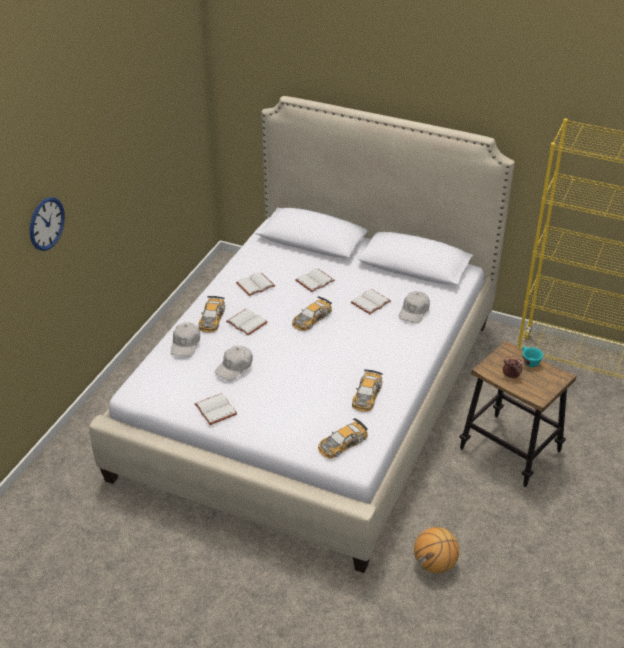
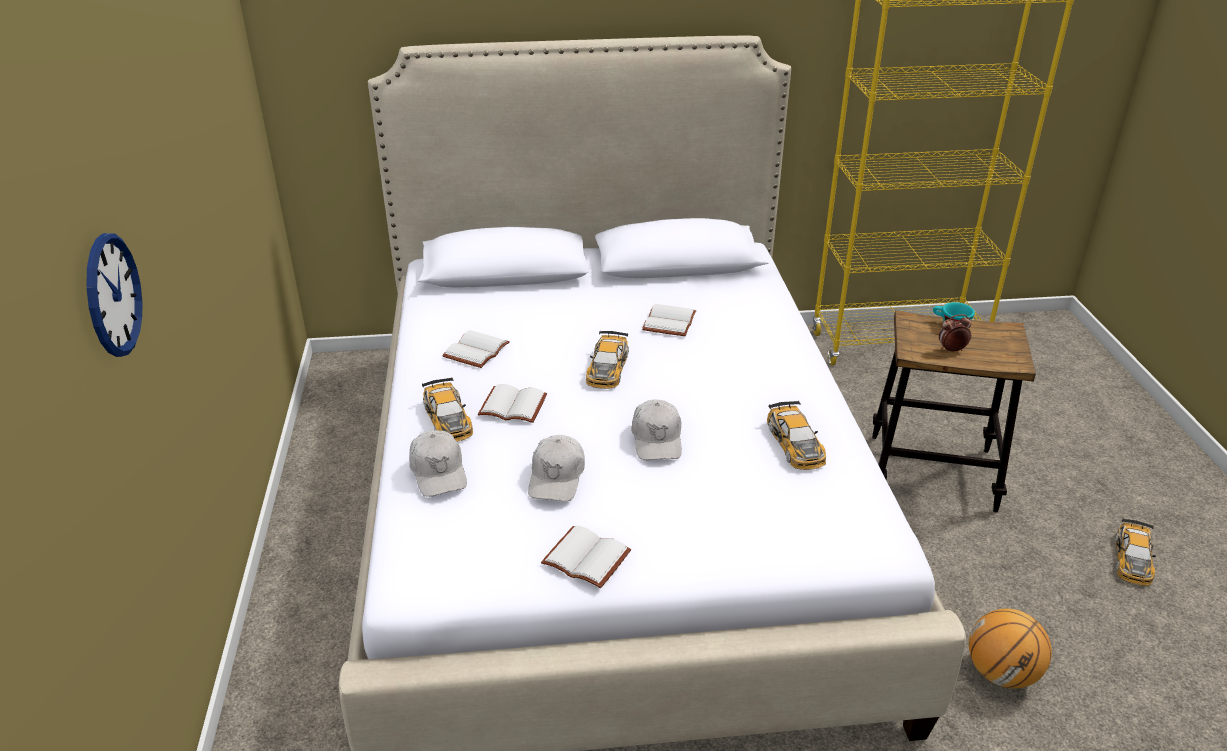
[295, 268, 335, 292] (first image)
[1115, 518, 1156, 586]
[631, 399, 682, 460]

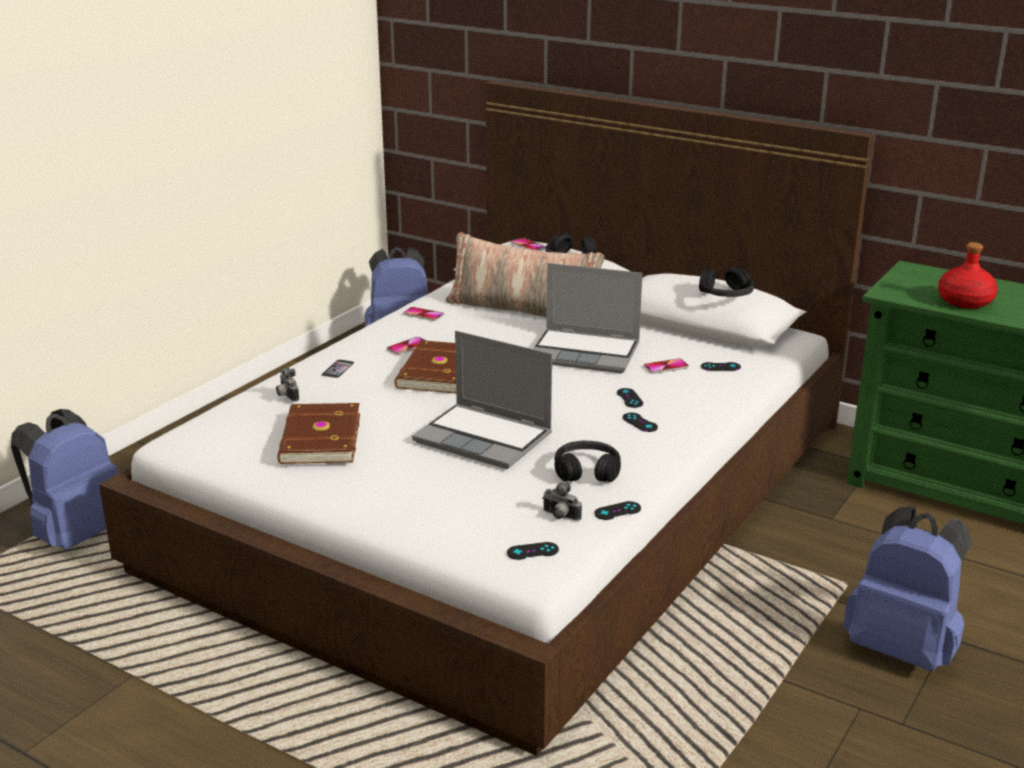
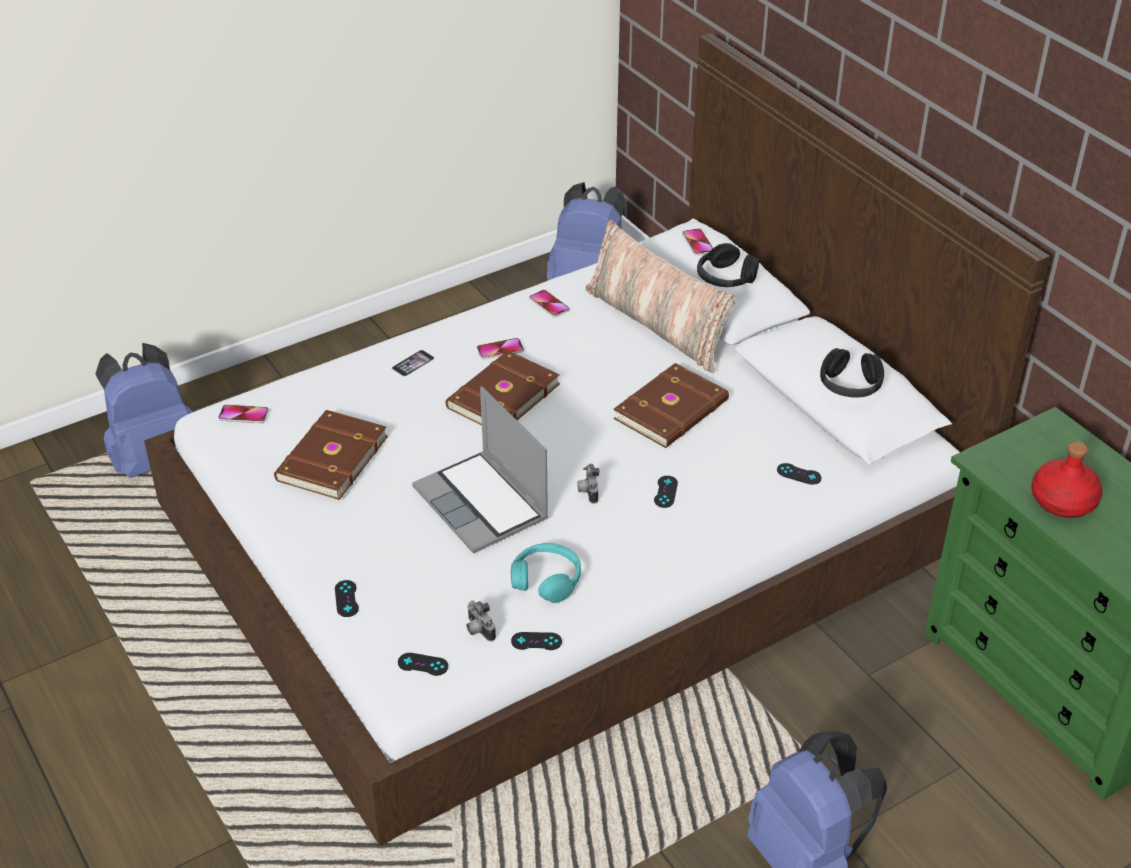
[577, 464, 600, 504]
[613, 363, 729, 448]
[511, 543, 581, 603]
[335, 580, 359, 617]
[218, 405, 269, 423]

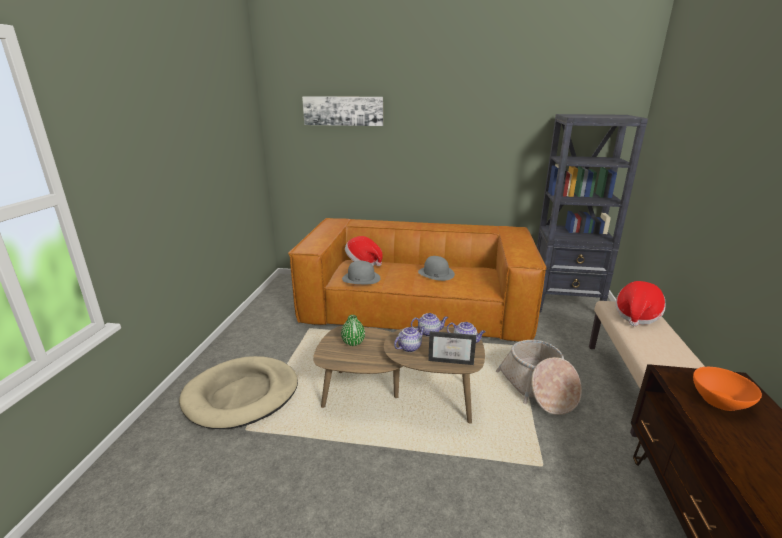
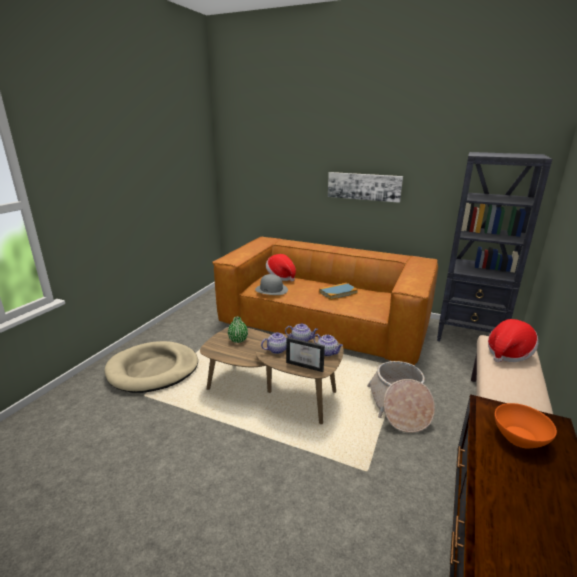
[328, 172, 403, 203]
[319, 283, 358, 300]

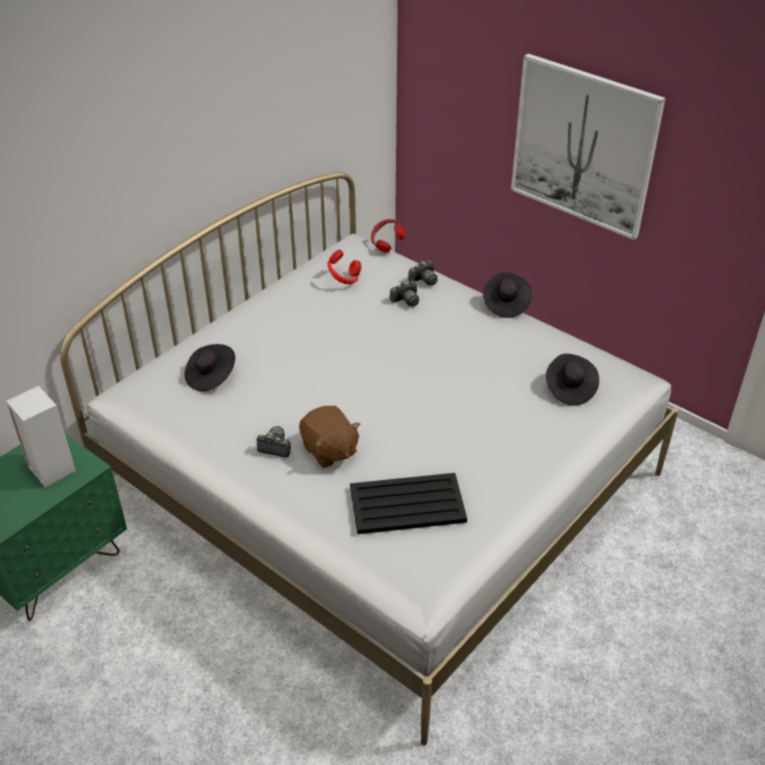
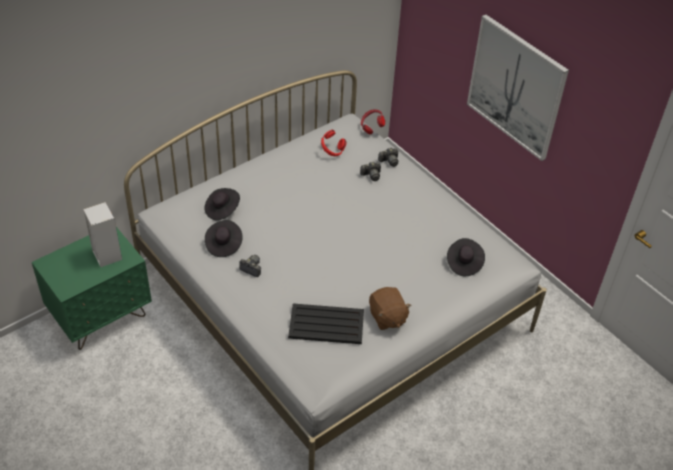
[369, 287, 412, 330]
[205, 220, 243, 257]

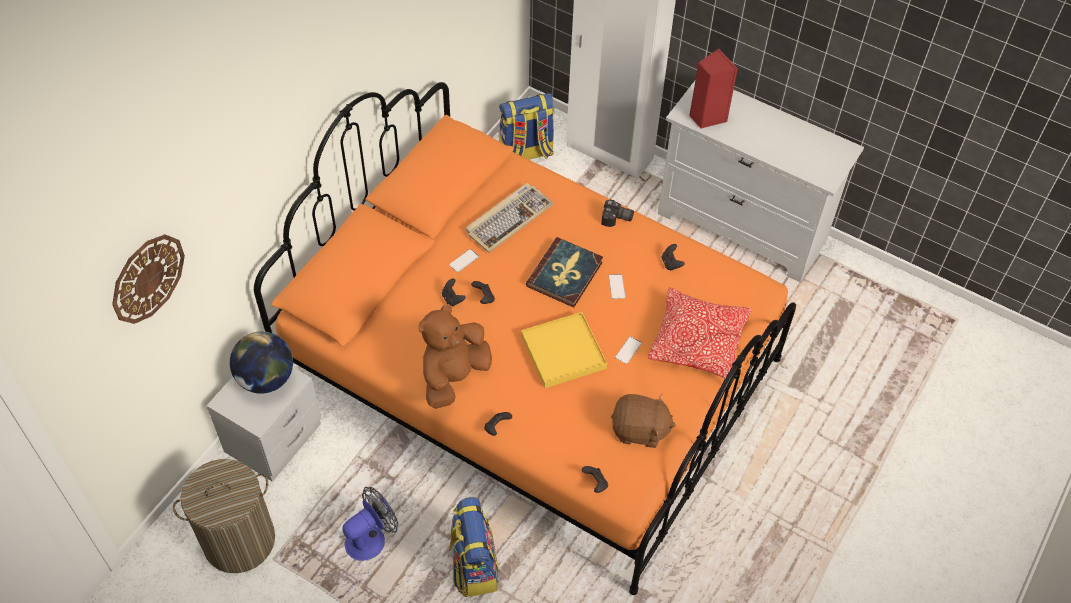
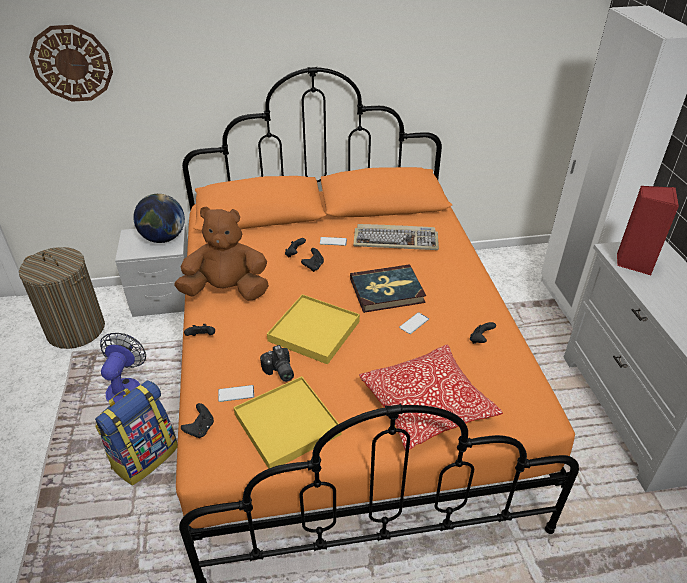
[100, 333, 146, 403]
[499, 93, 554, 160] (first image)
[260, 345, 294, 382]
[234, 376, 342, 469]
[218, 385, 254, 402]

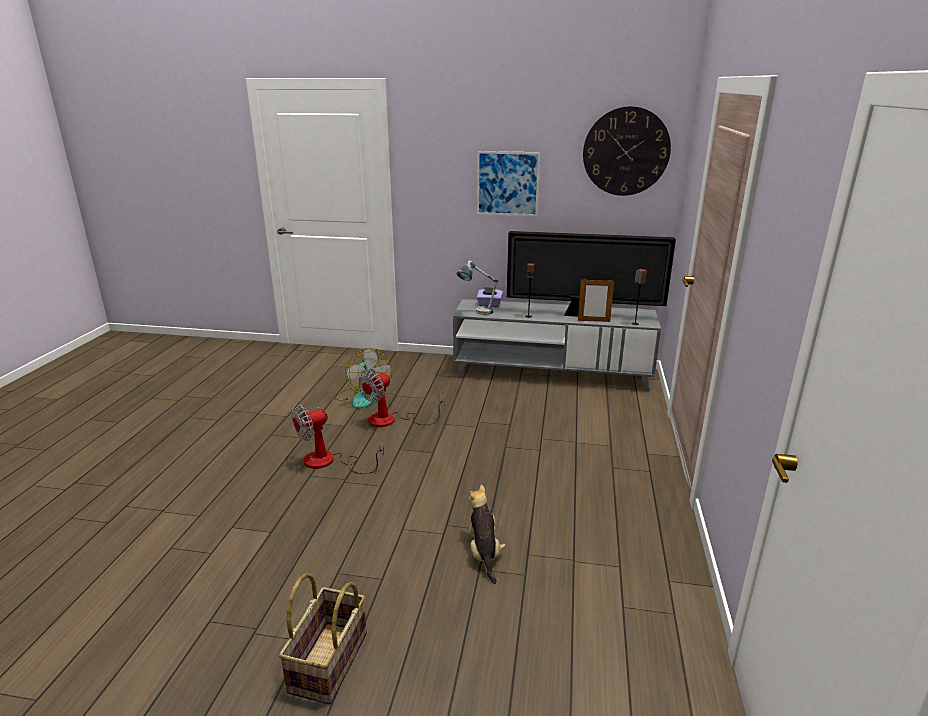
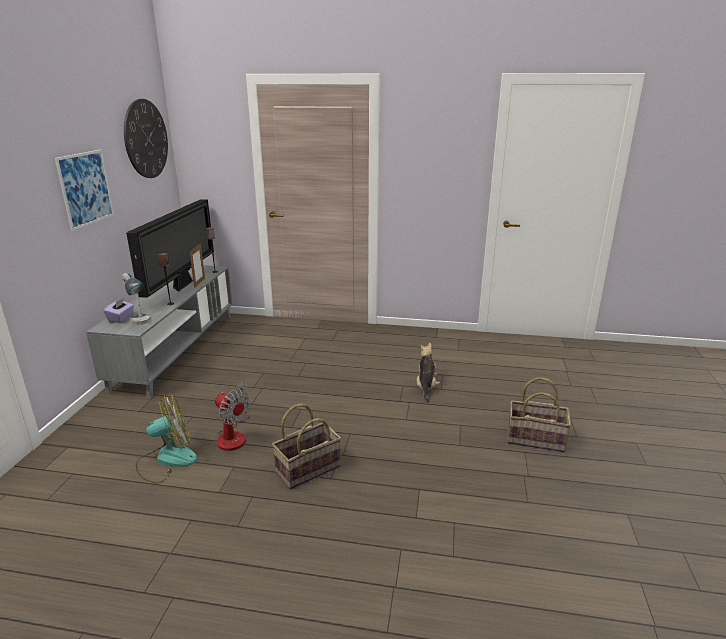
[272, 403, 341, 489]
[417, 343, 440, 402]

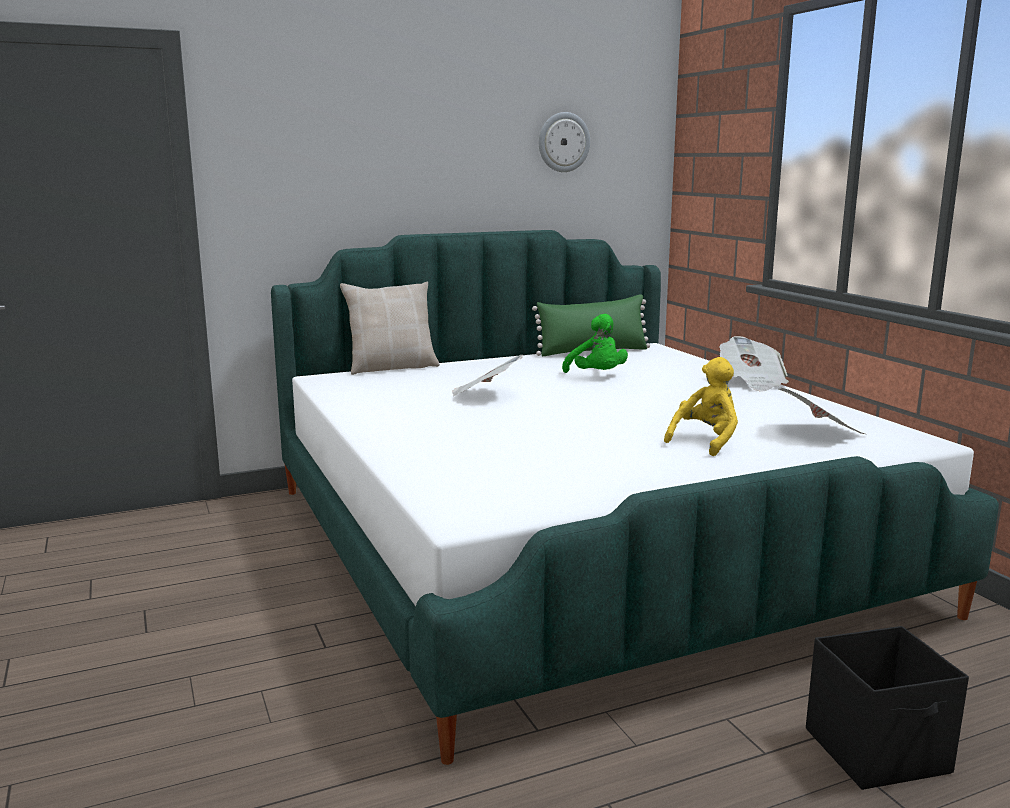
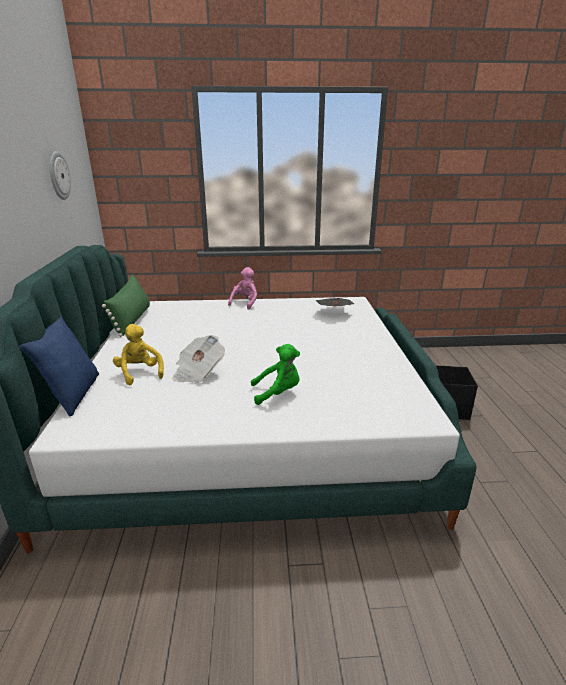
[19, 314, 99, 416]
[251, 344, 300, 405]
[113, 324, 164, 385]
[228, 267, 257, 310]

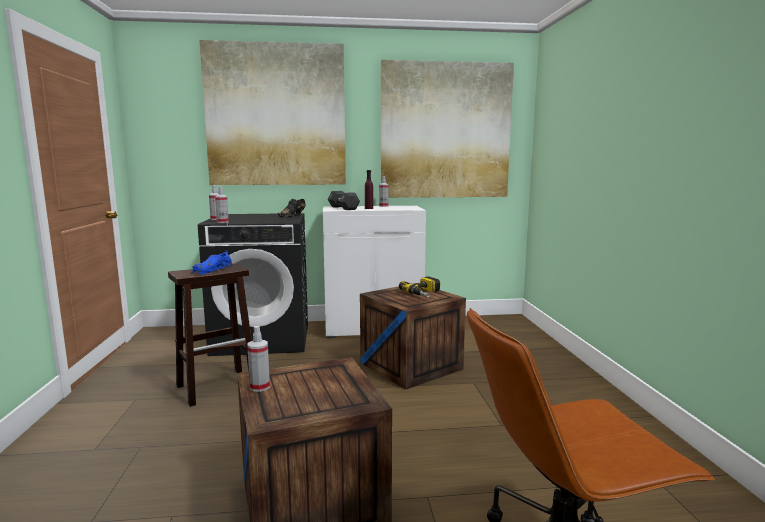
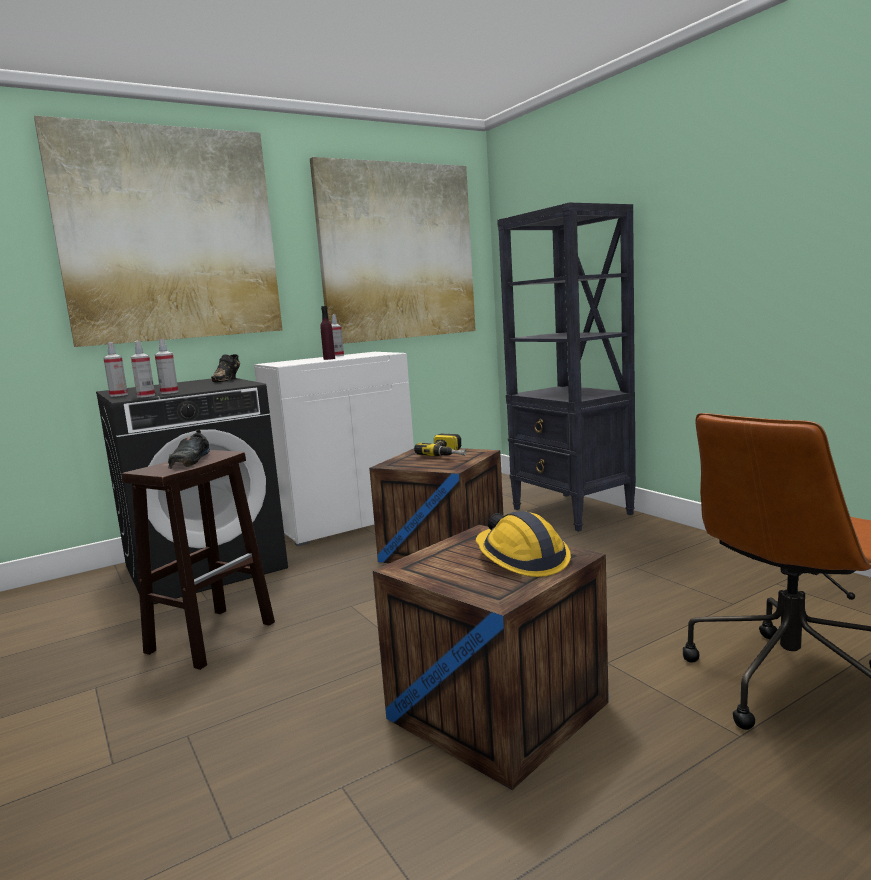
[168, 430, 210, 469]
[155, 339, 178, 394]
[328, 191, 360, 210] (first image)
[476, 511, 571, 577]
[497, 202, 636, 532]

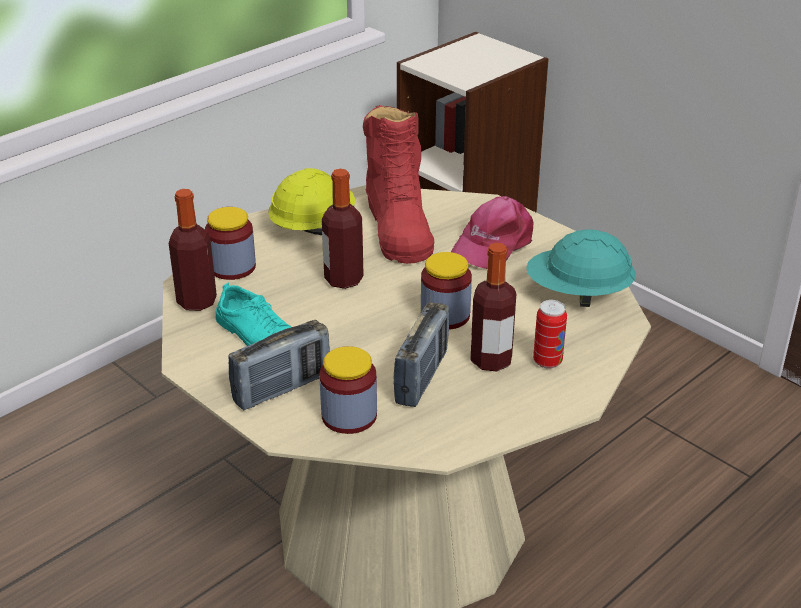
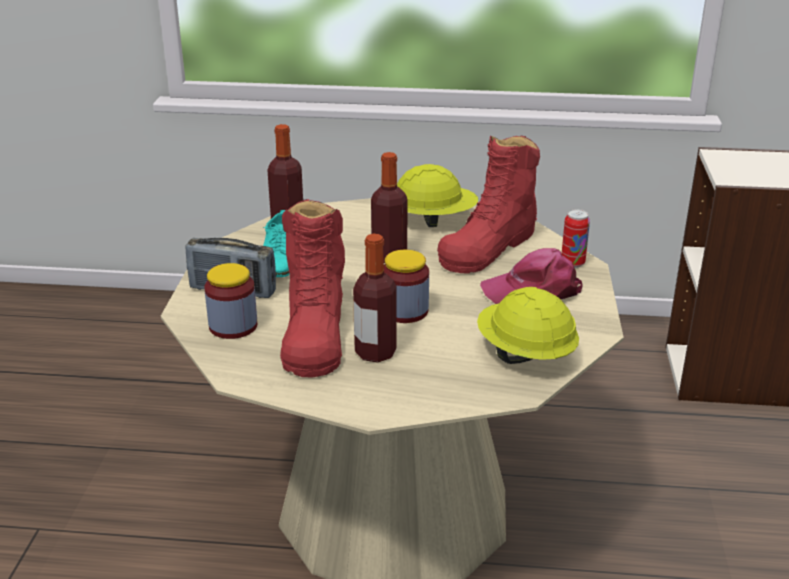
[205, 207, 256, 280] (first image)
[280, 199, 345, 378]
[477, 287, 579, 364]
[562, 209, 590, 268]

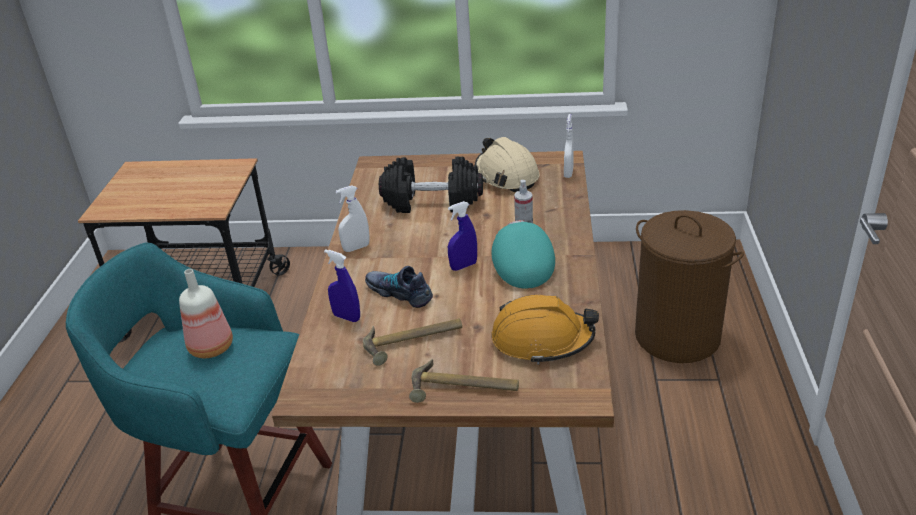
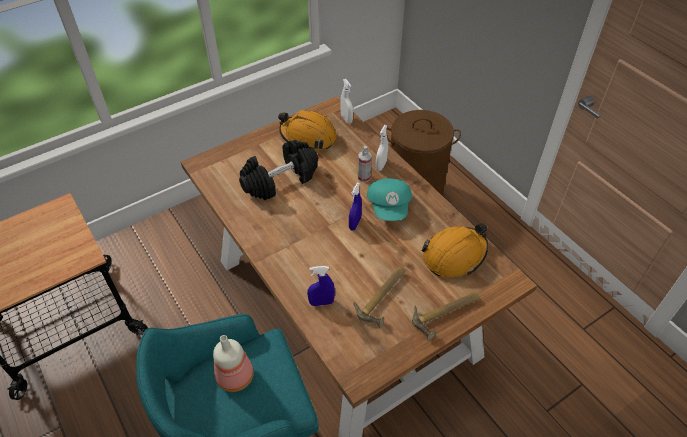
[376, 125, 388, 171]
[365, 266, 433, 308] (first image)
[278, 110, 337, 150]
[367, 178, 412, 221]

